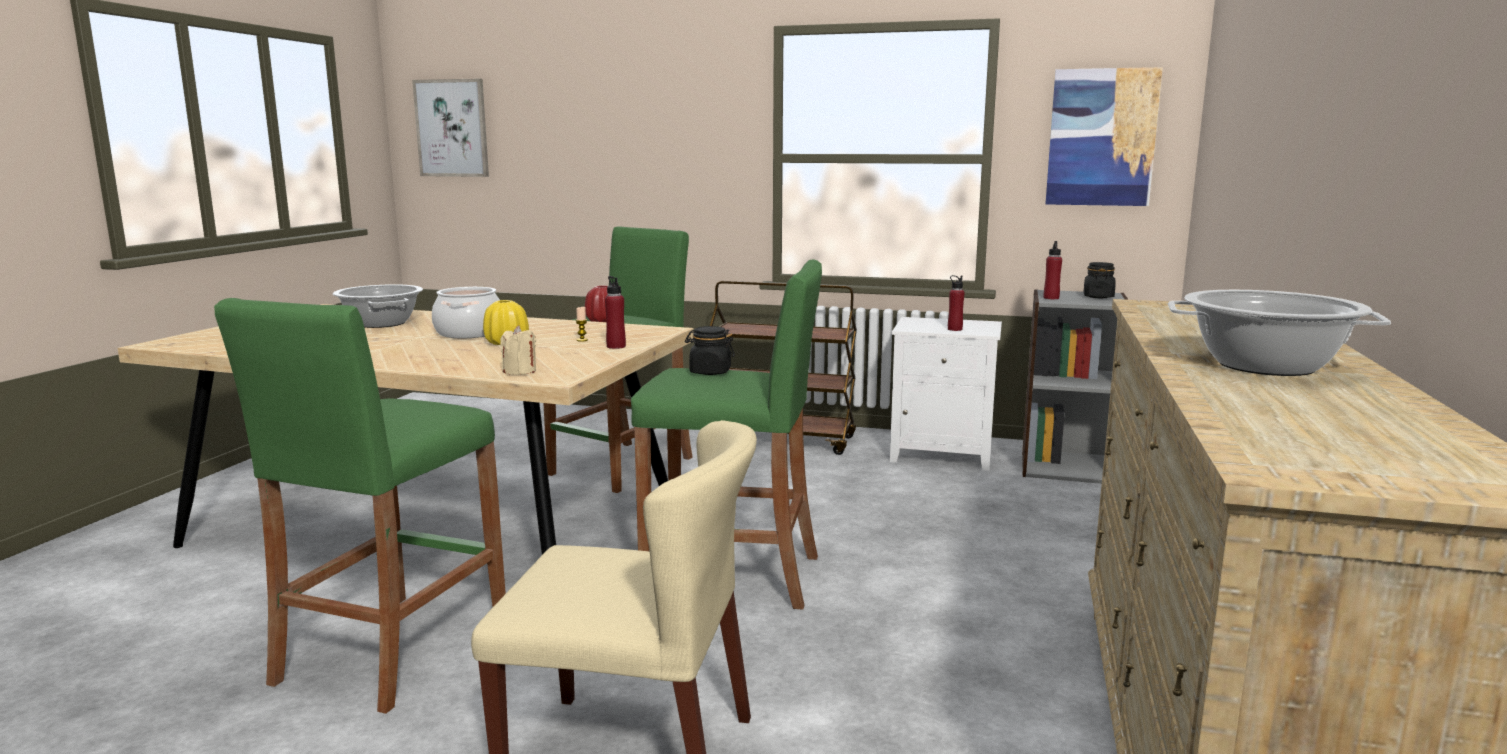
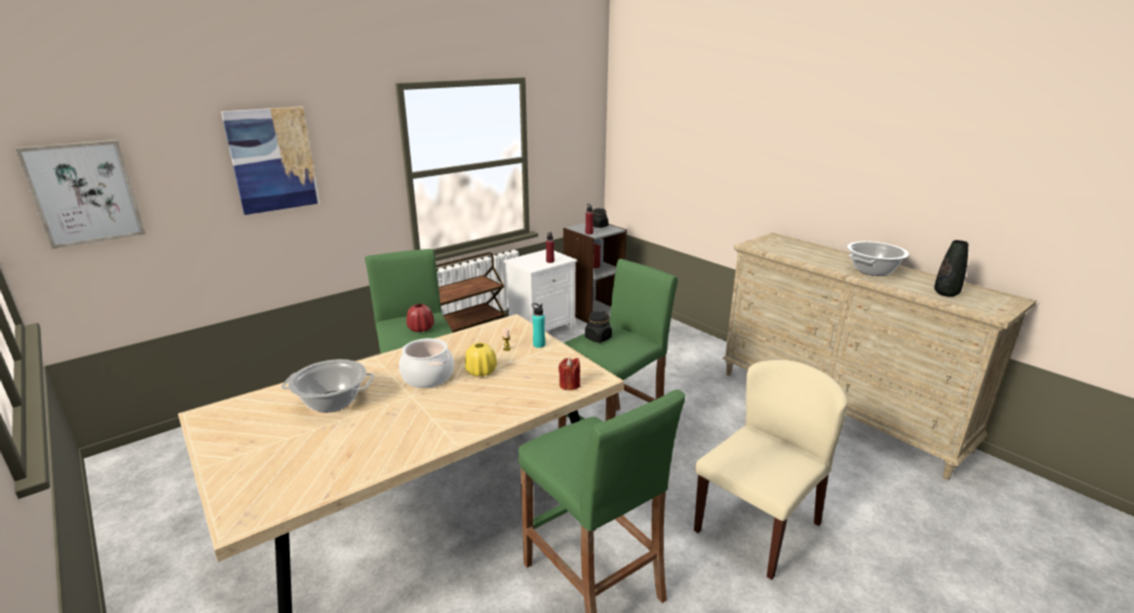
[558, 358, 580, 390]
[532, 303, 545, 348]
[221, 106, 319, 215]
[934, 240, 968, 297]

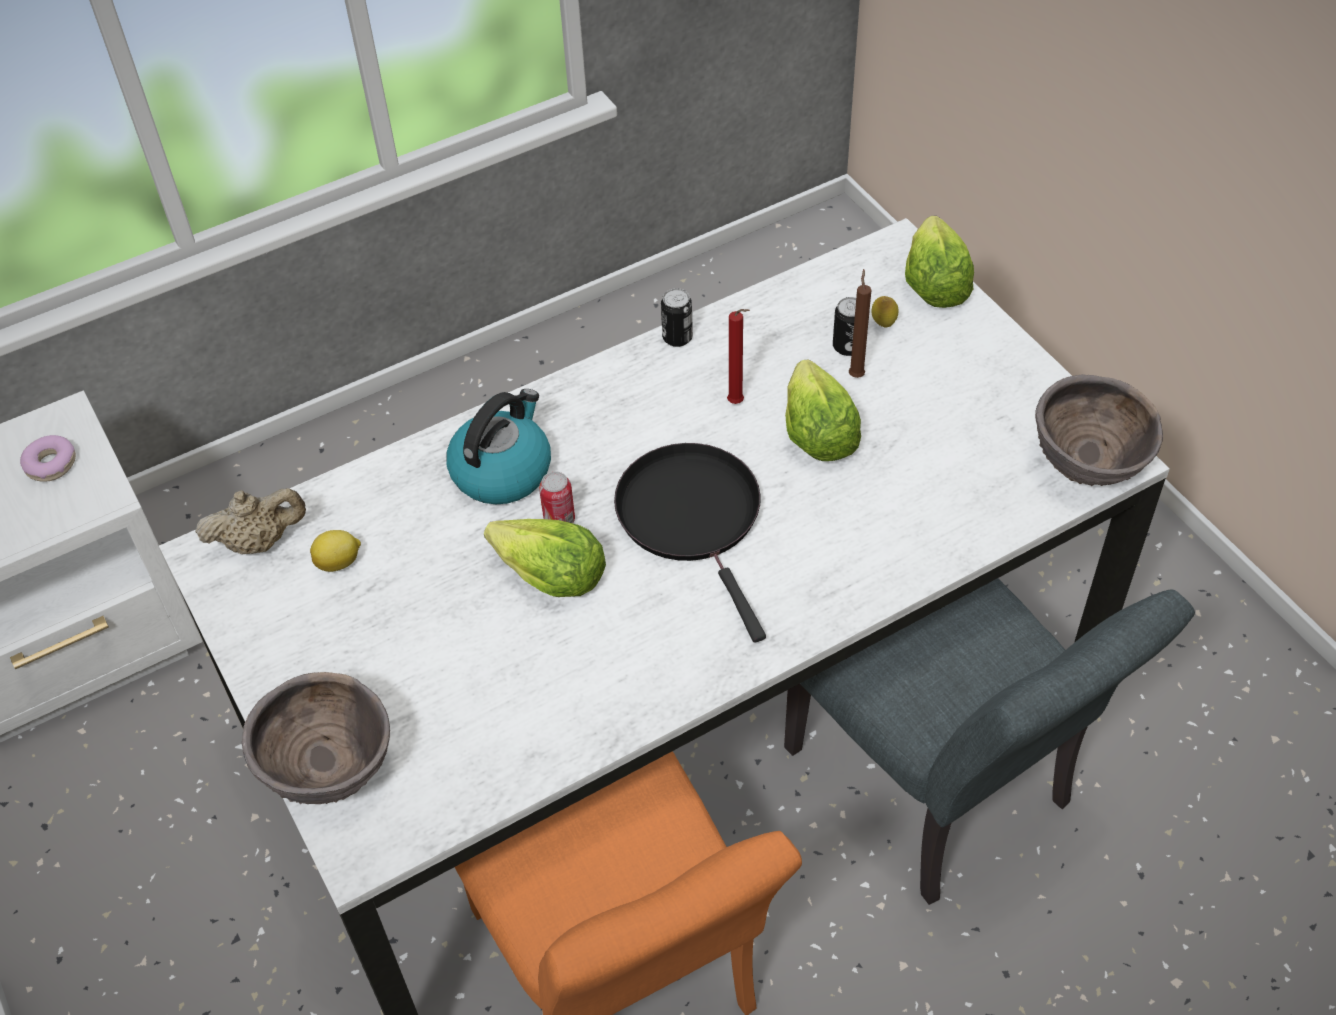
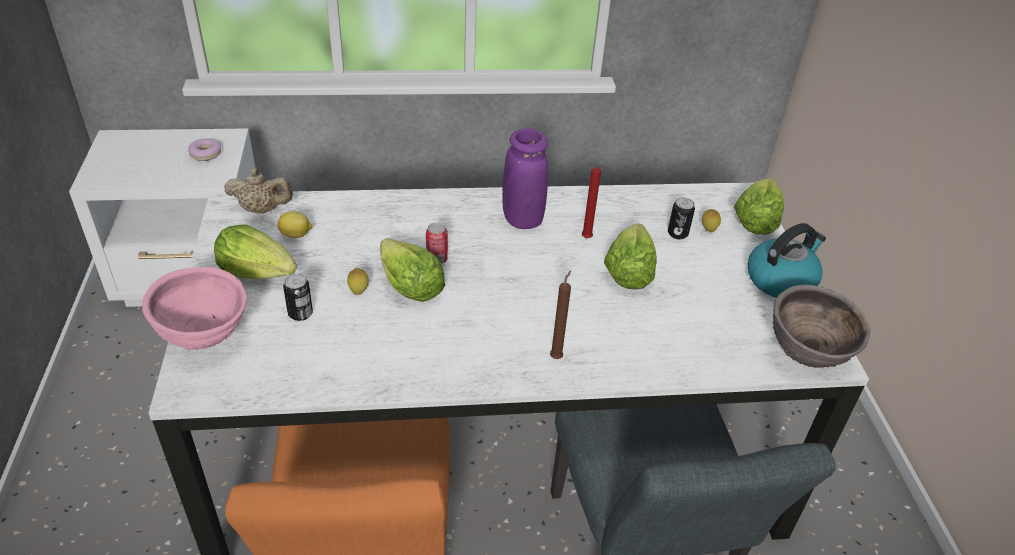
[142, 267, 247, 350]
[748, 223, 826, 298]
[614, 443, 766, 643] (first image)
[283, 274, 313, 321]
[550, 270, 571, 359]
[214, 224, 297, 279]
[347, 268, 369, 295]
[502, 128, 548, 229]

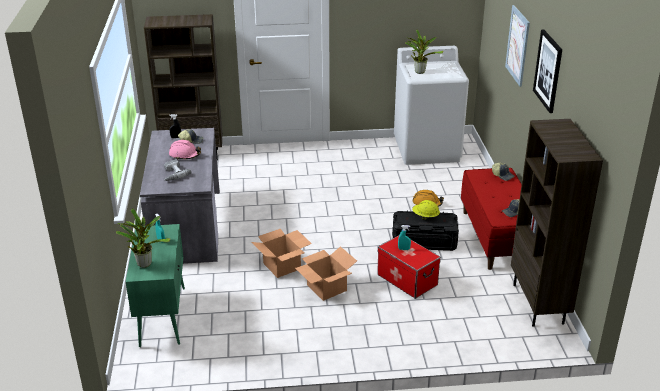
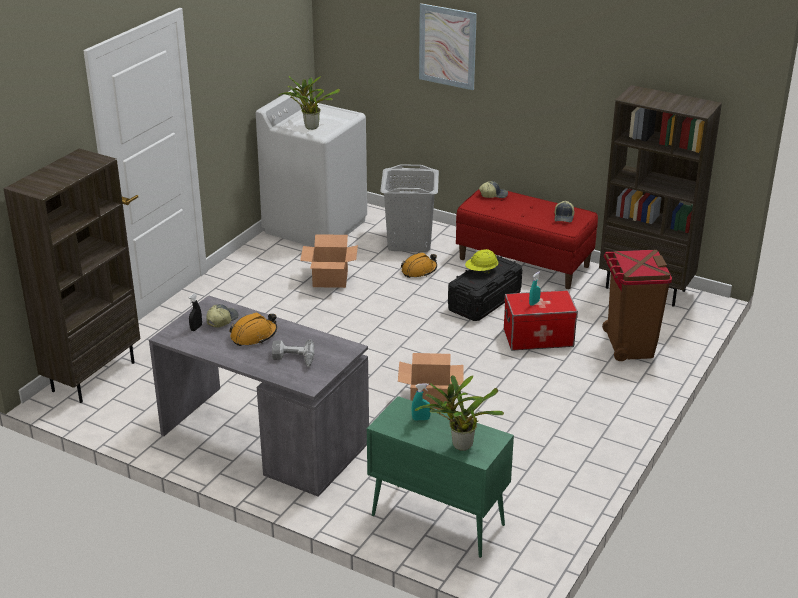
[230, 313, 277, 346]
[300, 234, 358, 288]
[533, 30, 562, 113] (first image)
[380, 164, 439, 252]
[602, 250, 672, 361]

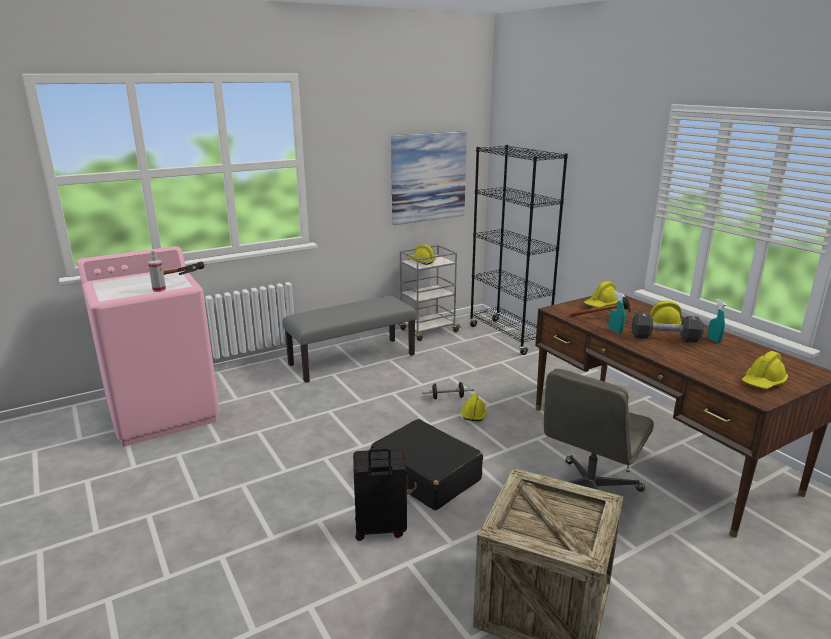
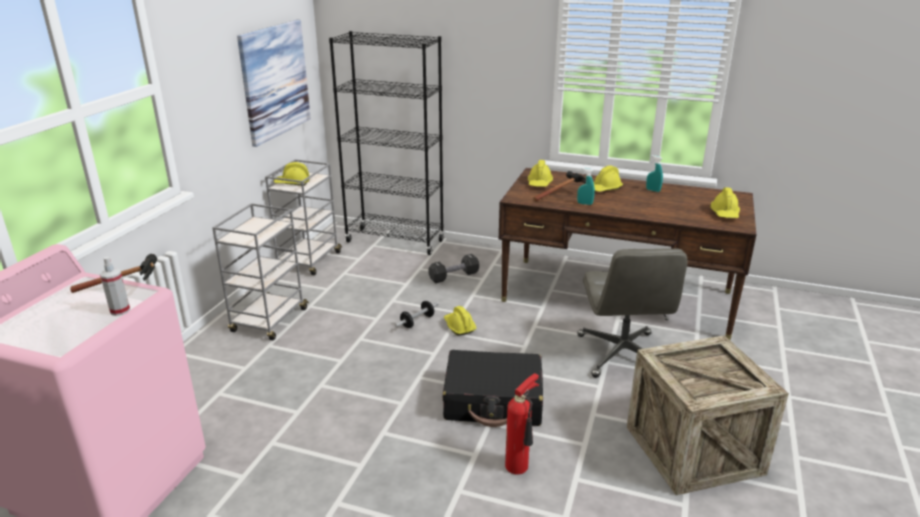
[212, 203, 309, 340]
[505, 373, 539, 474]
[429, 254, 479, 283]

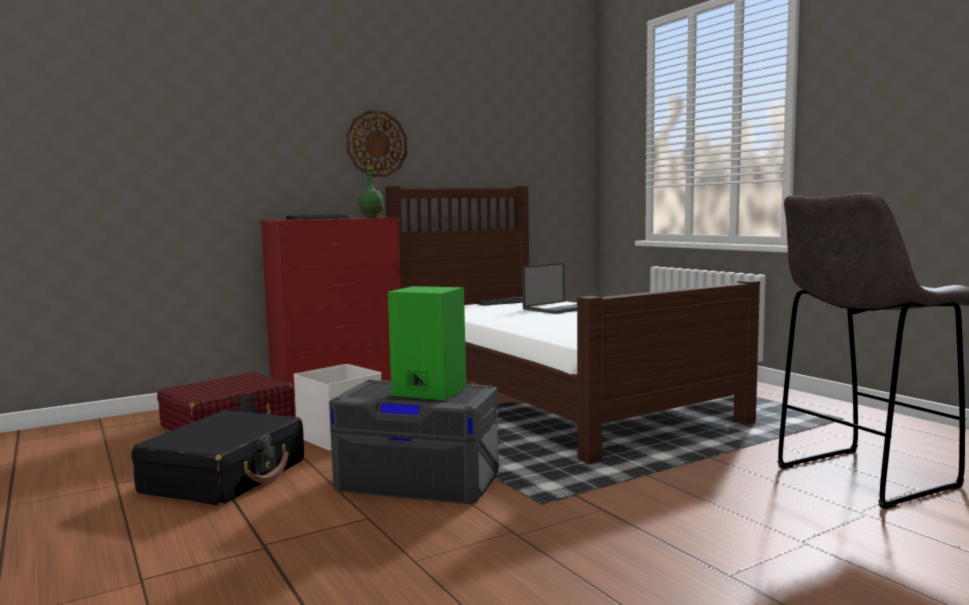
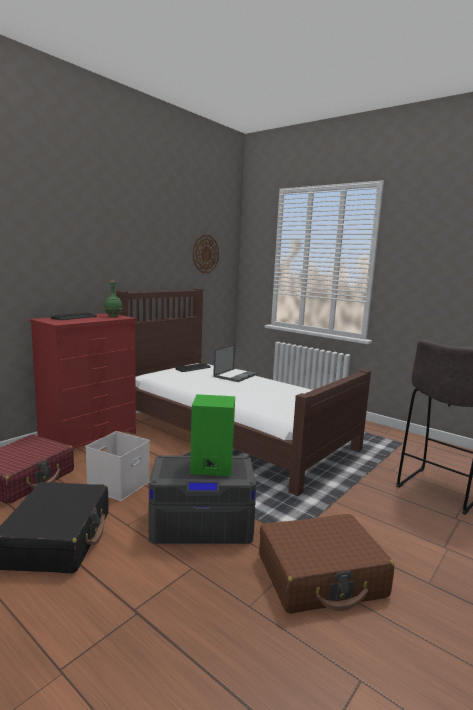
[193, 235, 219, 273]
[259, 514, 394, 614]

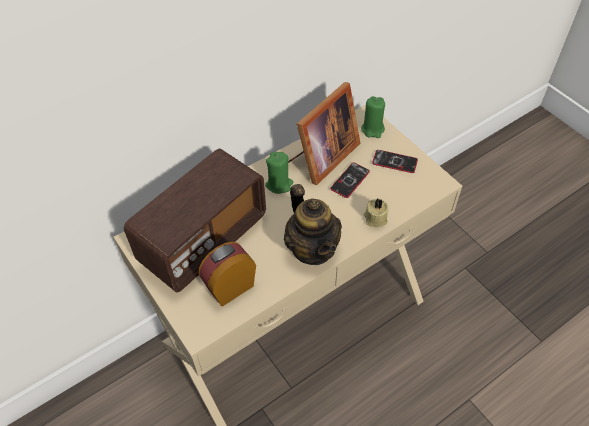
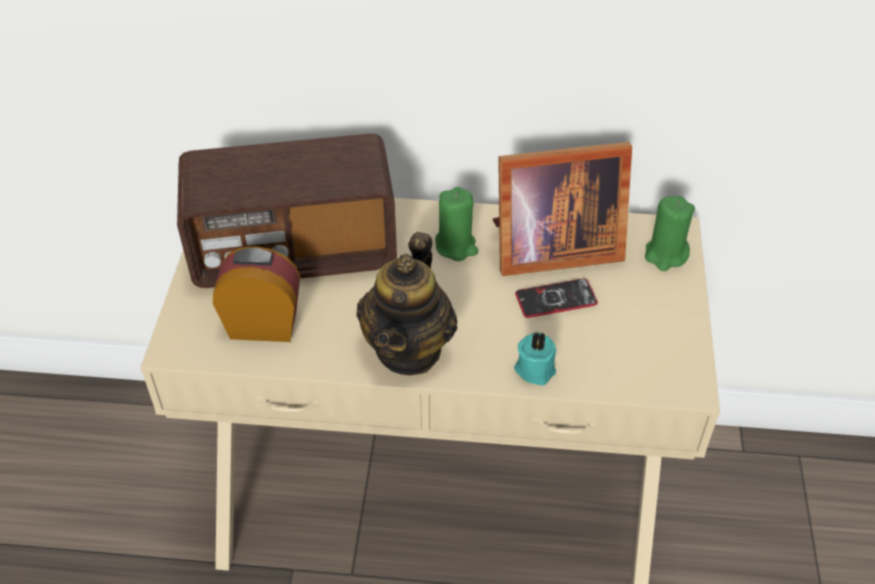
[514, 332, 556, 386]
[372, 150, 418, 173] (first image)

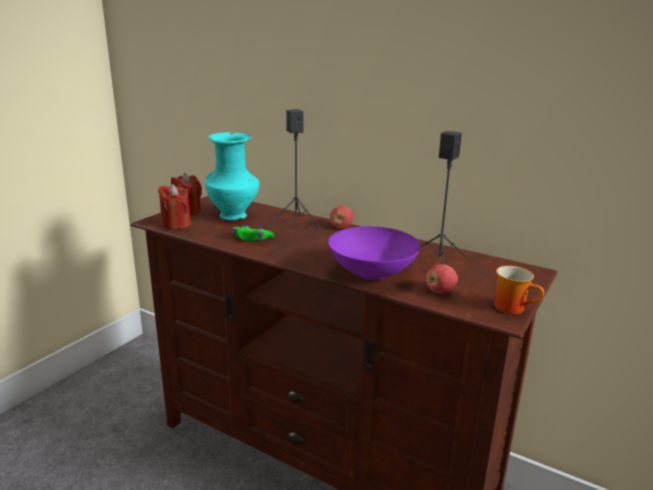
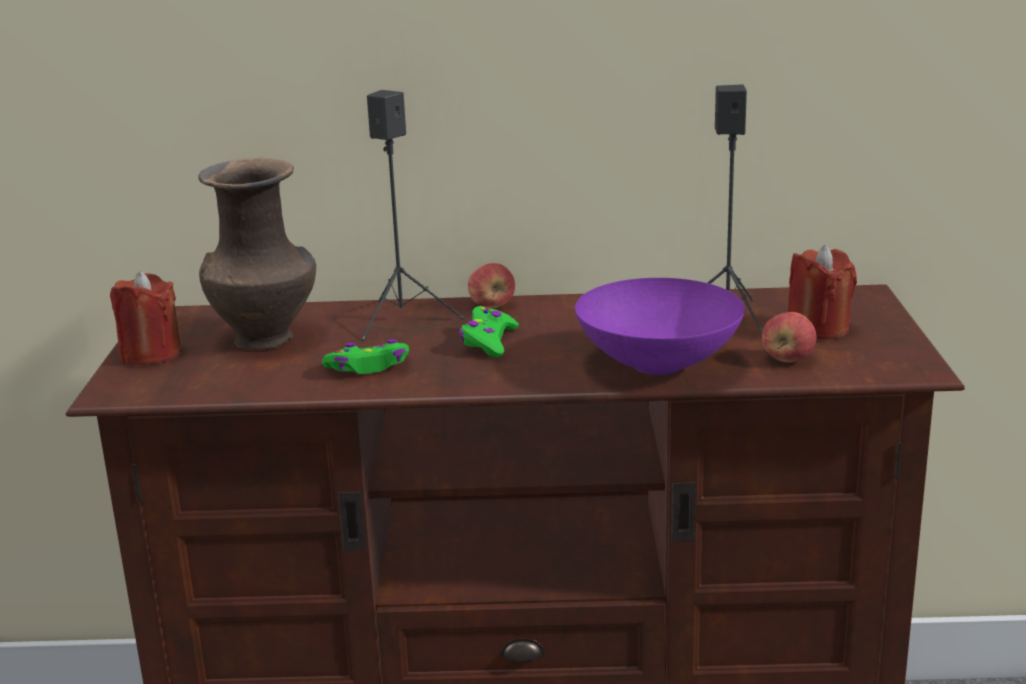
[787, 245, 857, 340]
[198, 158, 316, 350]
[494, 266, 544, 314] (first image)
[459, 306, 519, 358]

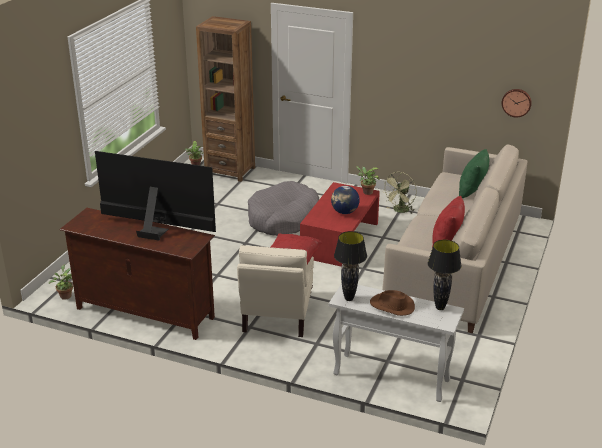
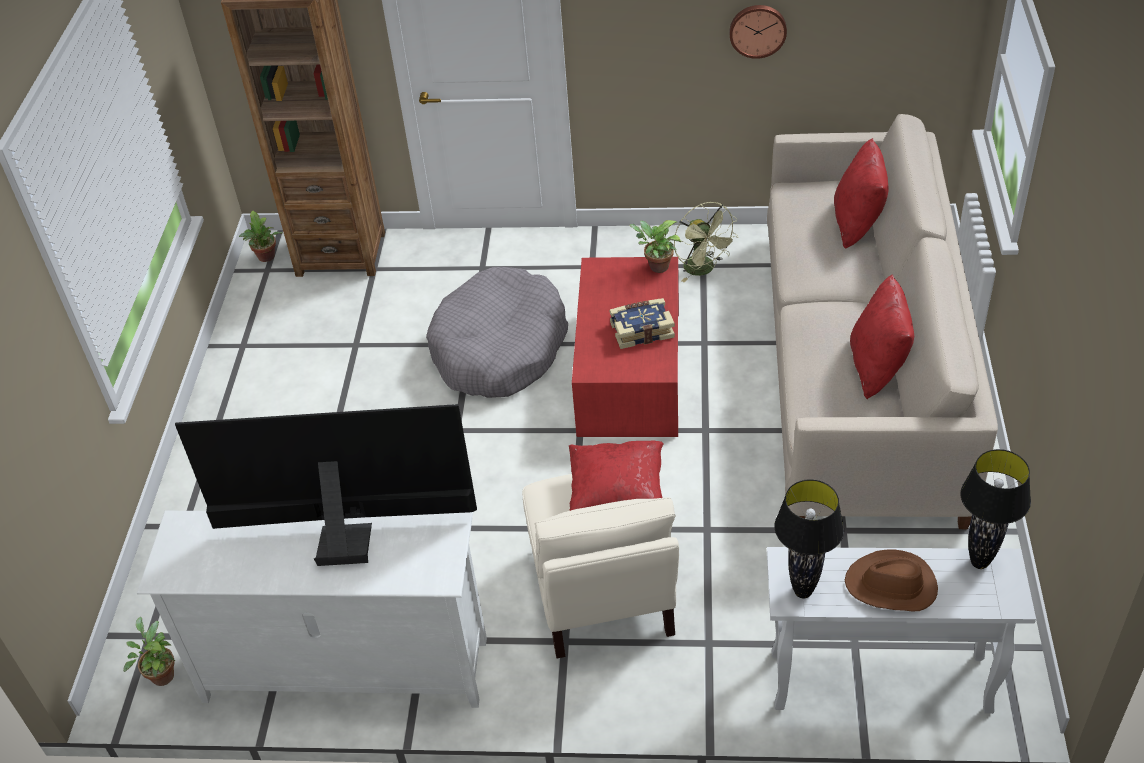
[137, 511, 487, 708]
[609, 298, 675, 349]
[674, 202, 739, 282]
[834, 138, 889, 249]
[729, 5, 787, 59]

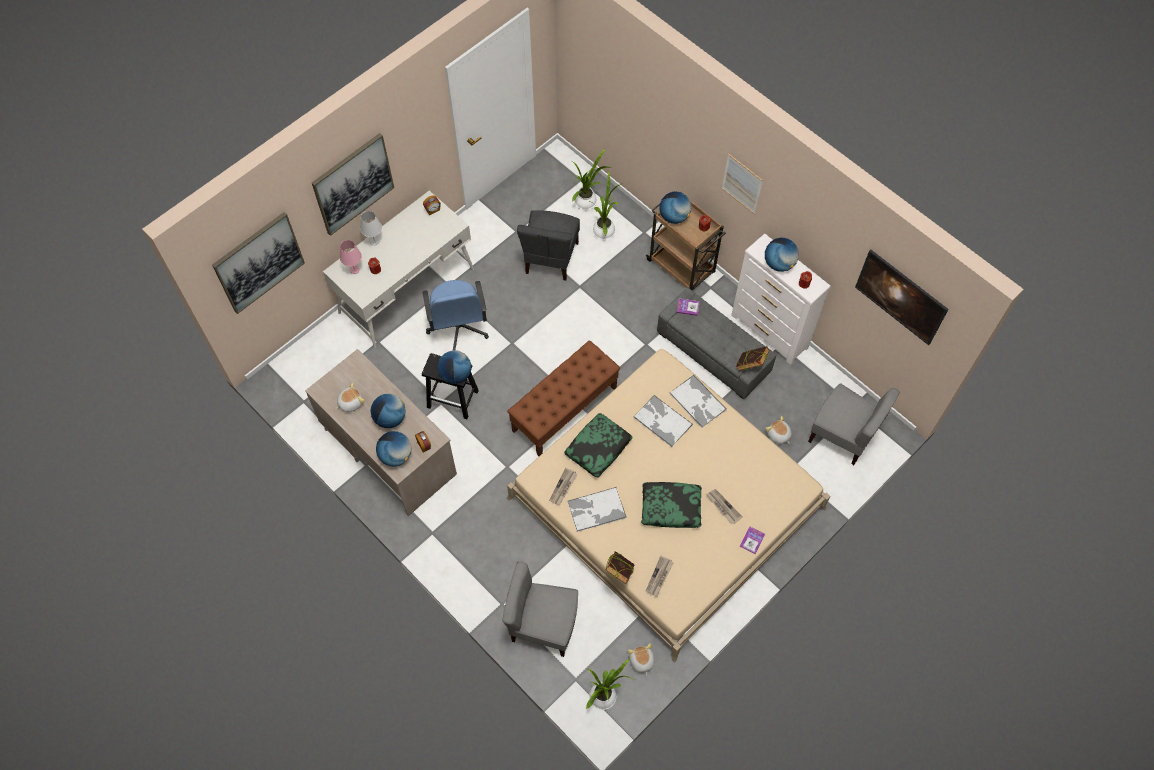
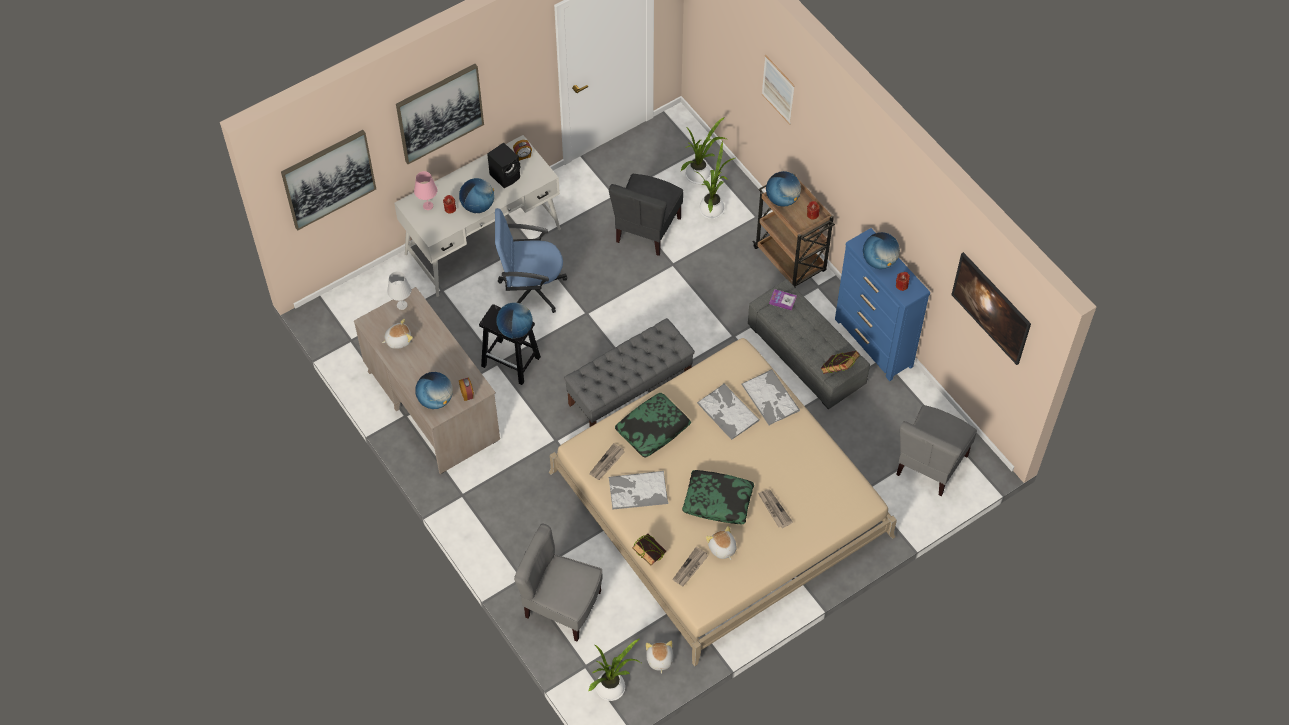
[387, 271, 412, 310]
[459, 178, 494, 213]
[495, 208, 567, 313]
[564, 318, 695, 427]
[762, 55, 795, 125]
[835, 228, 930, 381]
[740, 526, 765, 554] (first image)
[706, 526, 737, 560]
[896, 405, 977, 496]
[487, 143, 520, 188]

